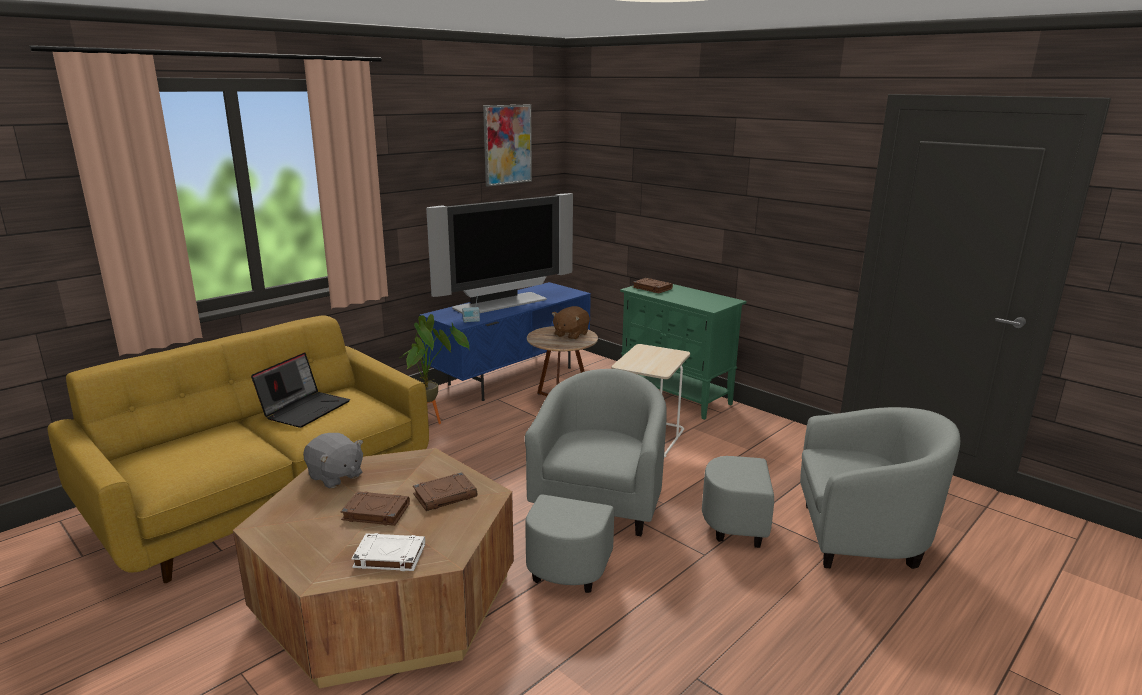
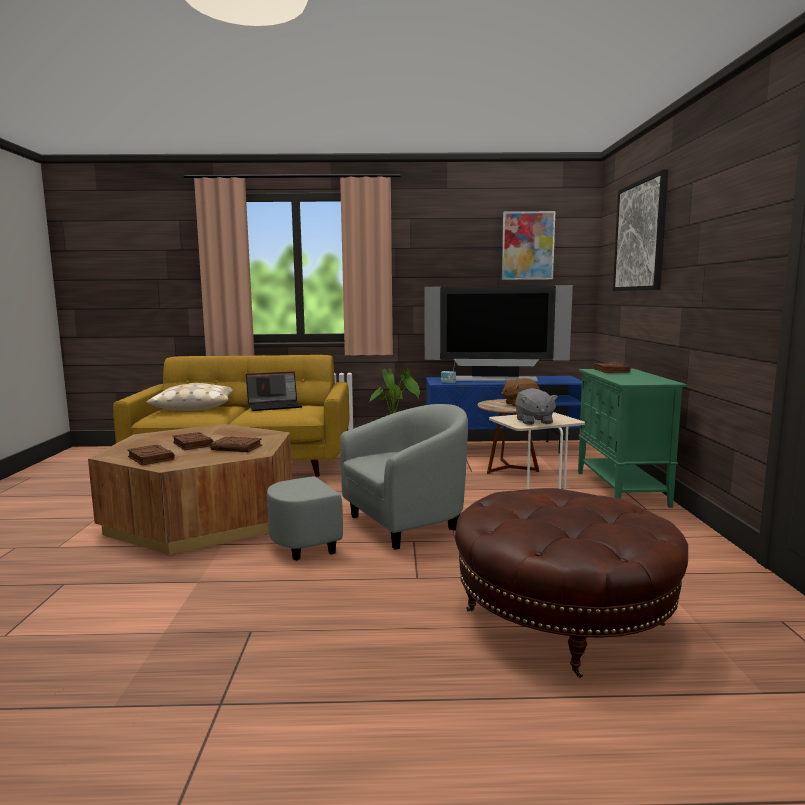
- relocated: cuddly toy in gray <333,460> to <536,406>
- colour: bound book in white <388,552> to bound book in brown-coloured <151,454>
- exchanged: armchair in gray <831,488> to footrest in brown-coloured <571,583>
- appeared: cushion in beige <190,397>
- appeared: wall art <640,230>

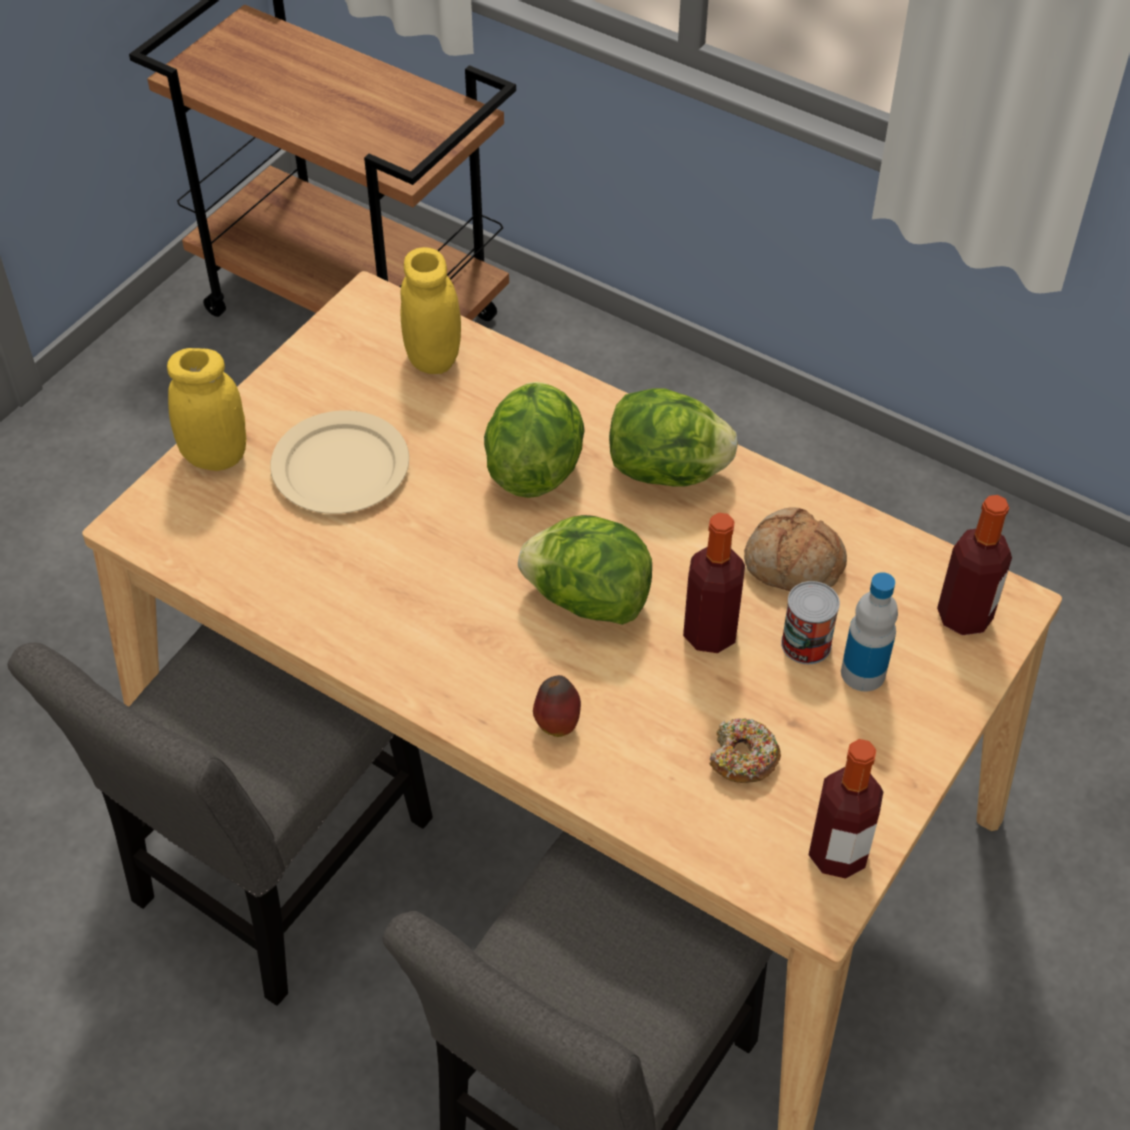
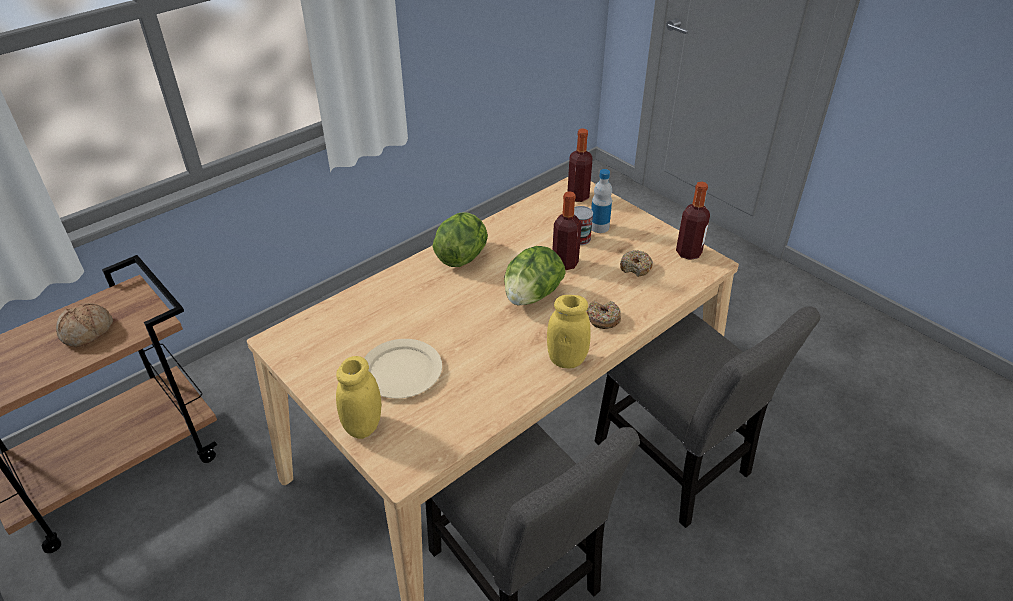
- relocated: preserve jar in yellowish <431,310> to <569,331>
- missing: head of lettuce <534,440>
- exchanged: apple <557,706> to doughnut <603,315>
- relocated: bakery bread <795,549> to <84,325>

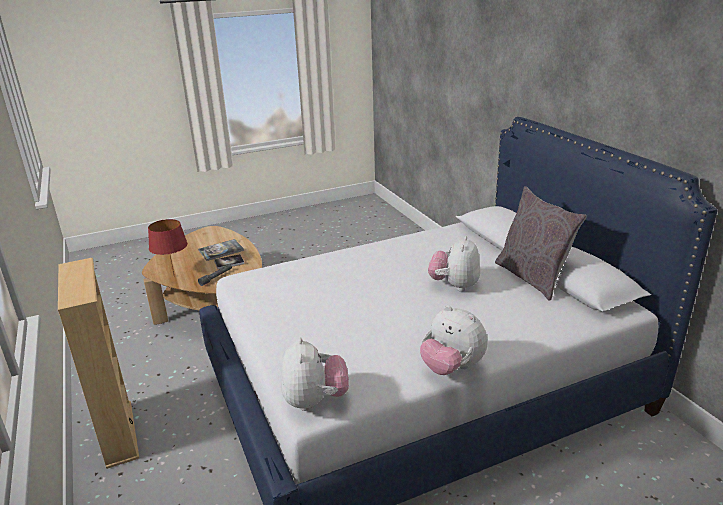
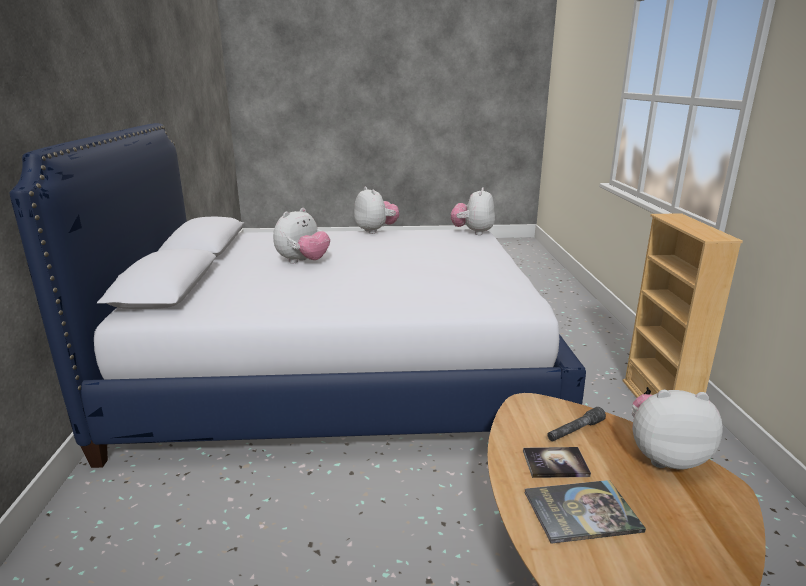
- exchanged: table lamp in reddish <168,246> to cuddly toy <677,430>
- missing: cushion in gray <541,243>

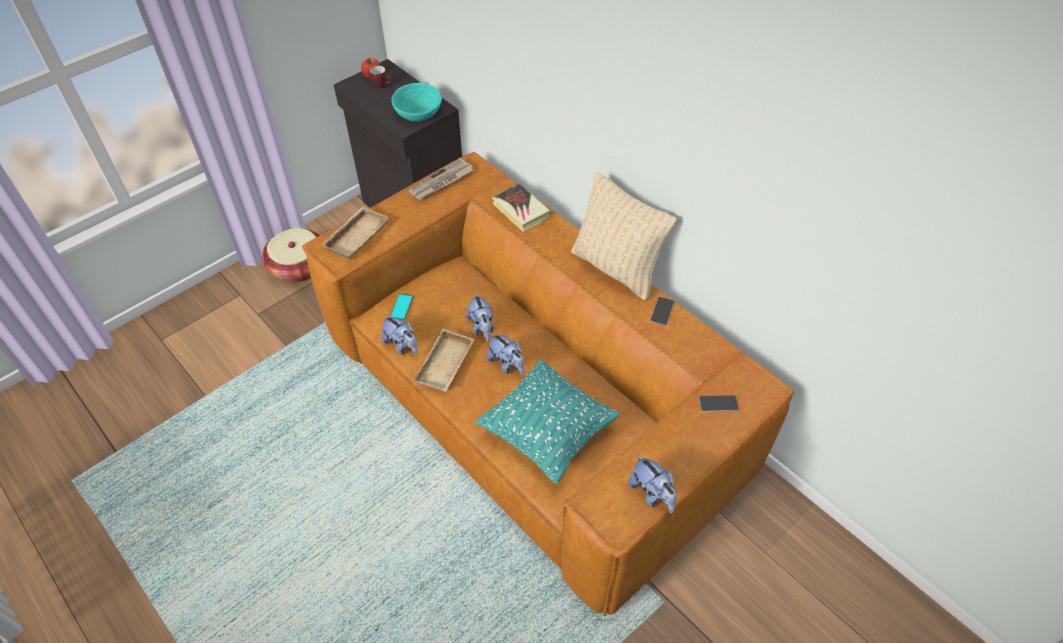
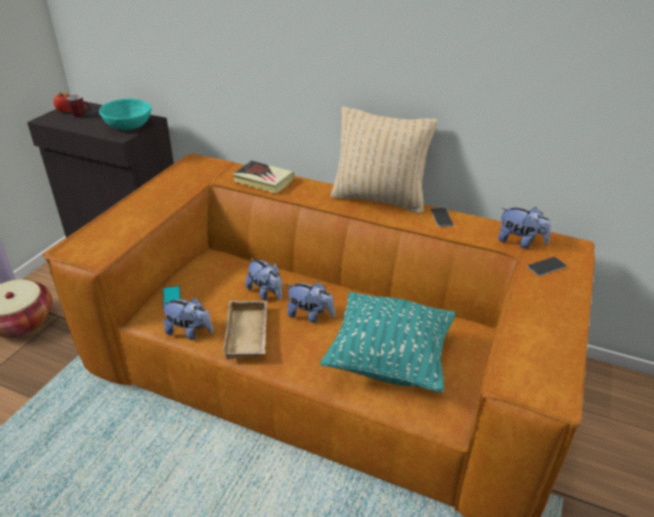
- missing: serving tray in beige <355,233>
- missing: newspaper <440,179>
- relocated: cuddly toy <652,483> to <524,228>

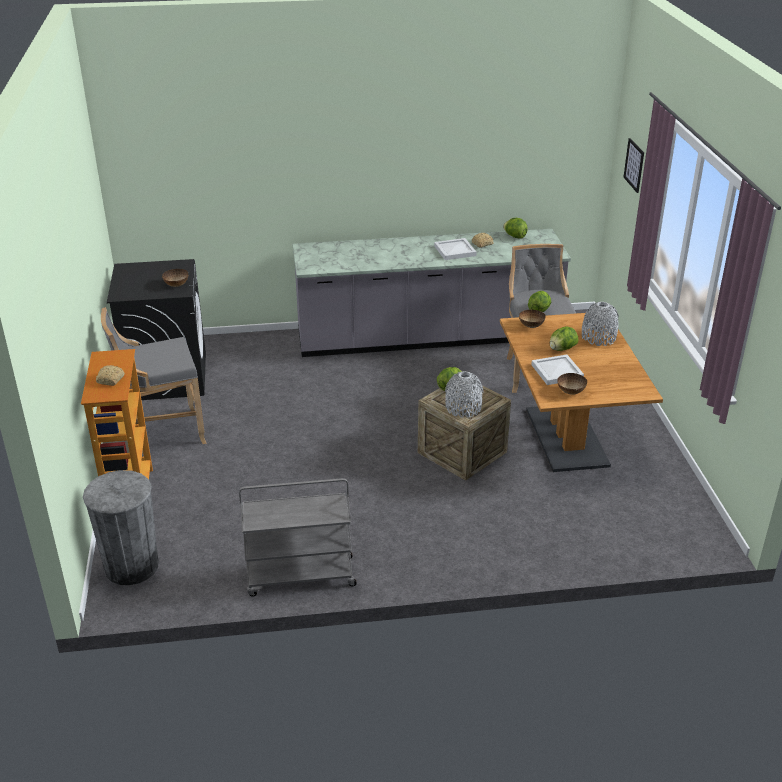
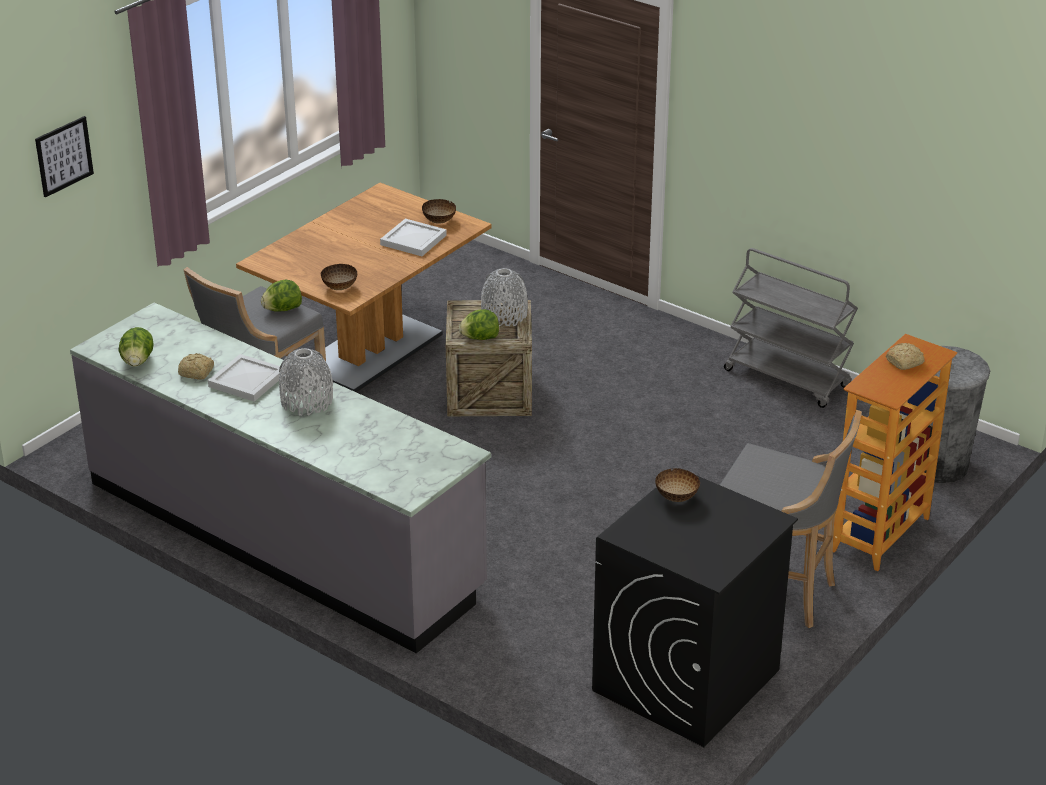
- missing: head of lettuce <564,339>
- relocated: vase in gray <600,324> to <306,381>

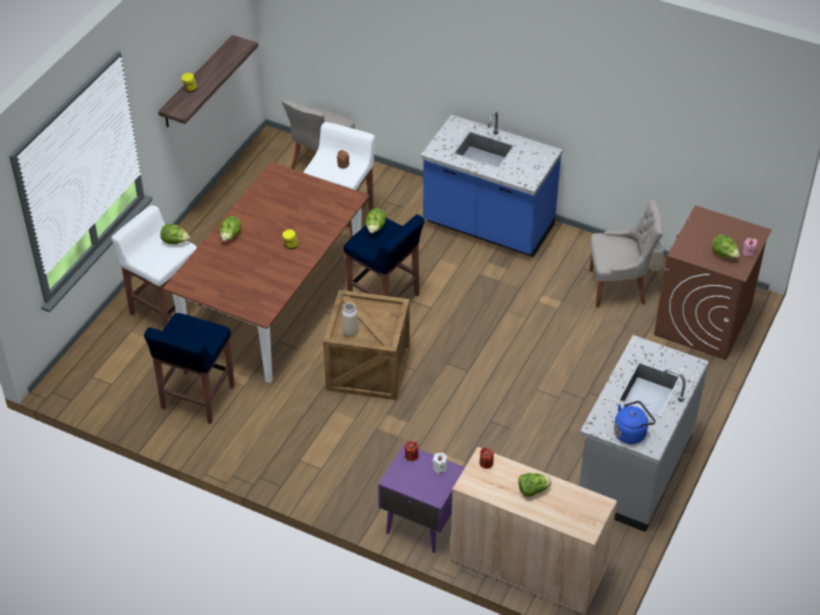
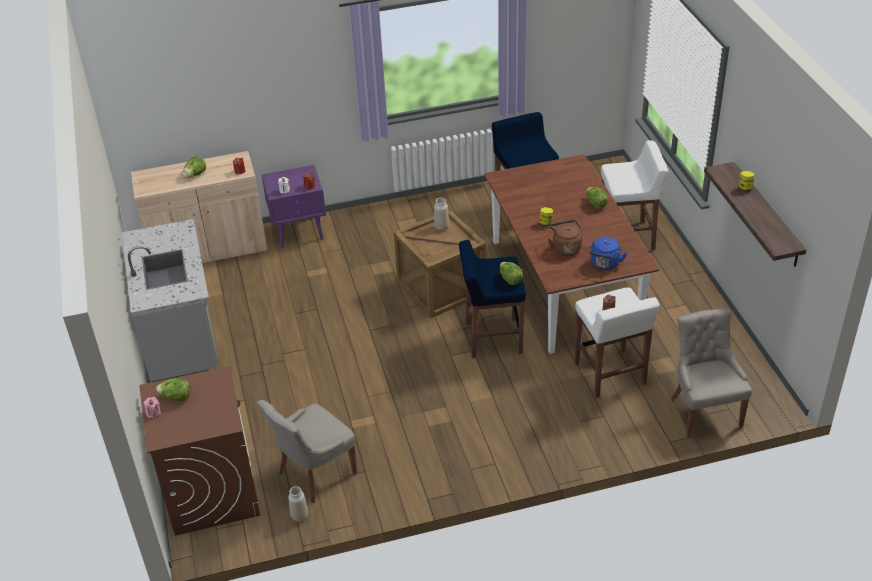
- missing: head of lettuce <175,234>
- missing: kitchen counter in blue-coloured <492,184>
- relocated: kettle in blue-coloured <635,422> to <608,253>
- appeared: kettle in brown-coloured <565,238>

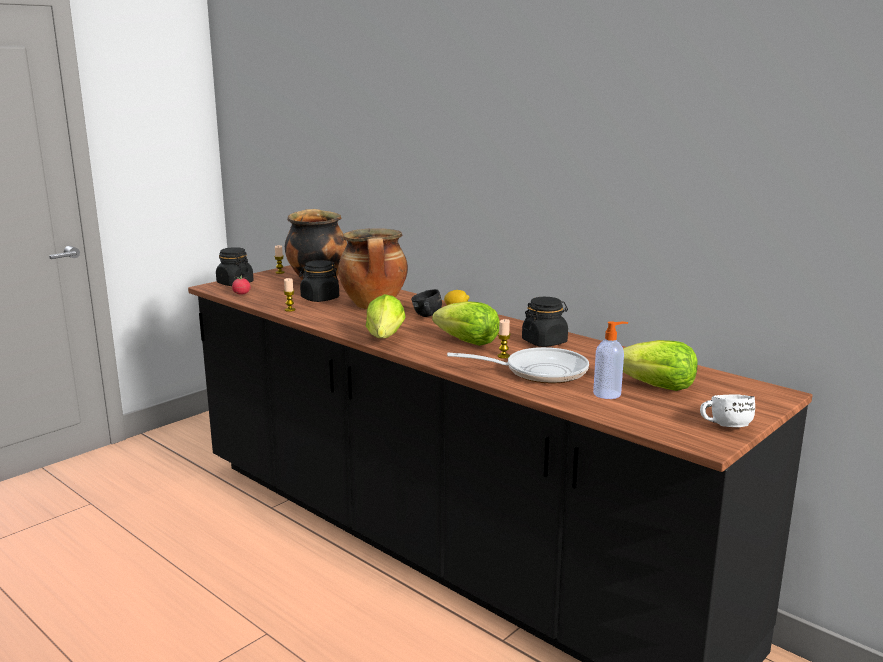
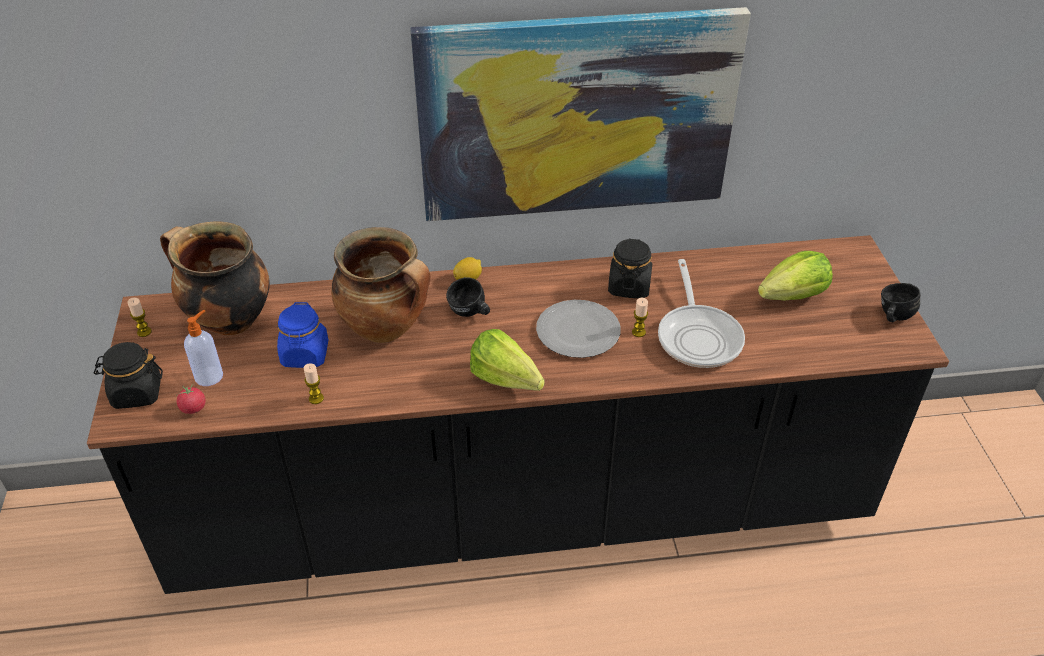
- colour: preserve jar in blackish <319,281> to preserve jar in blue-coloured <302,335>
- exchanged: head of lettuce <465,323> to dinner plate <578,329>
- spun: frying pan <518,365> = <701,313> 135 degrees clockwise
- relocated: liquid soap bottle <610,360> to <203,348>
- colour: mug in white <727,410> to mug in blackish <901,302>
- appeared: wall art <580,114>

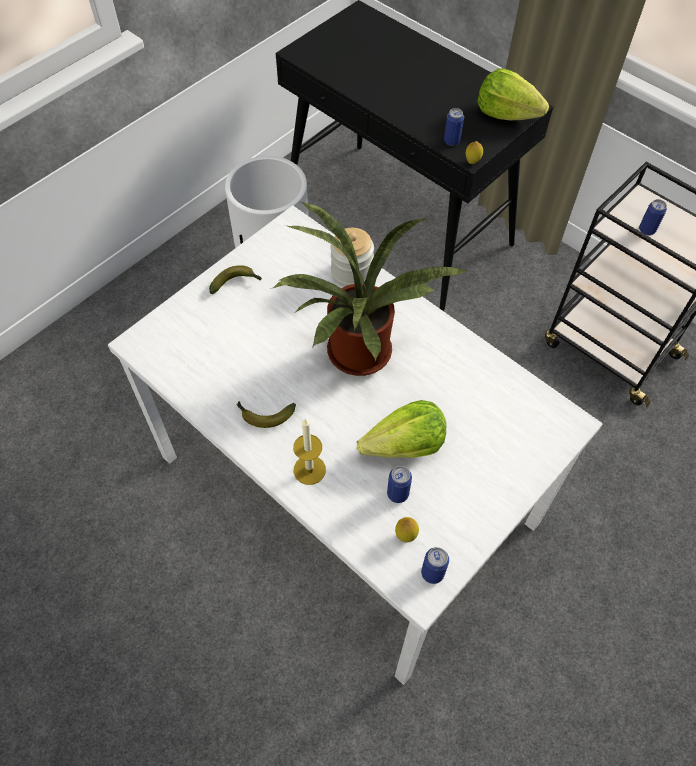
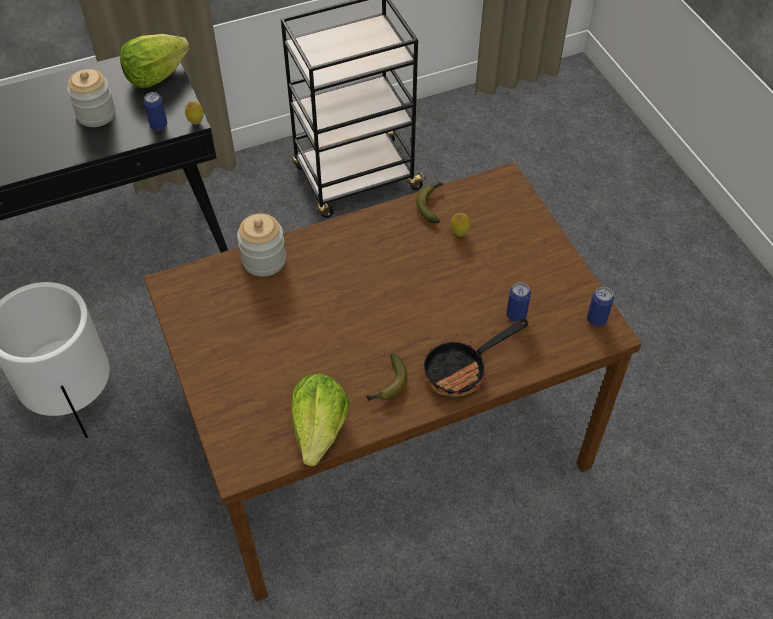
- colour: dining table in white <355,445> to dining table in brown-coloured <393,382>
- relocated: banana fruit <235,279> to <429,202>
- missing: houseplant <369,289>
- exchanged: wax candle <309,451> to frying pan <476,358>
- relocated: head of lettuce <401,429> to <320,420>
- relocated: citrus fruit <407,530> to <460,225>
- missing: sealed can <653,217>
- appeared: preserve jar <91,98>

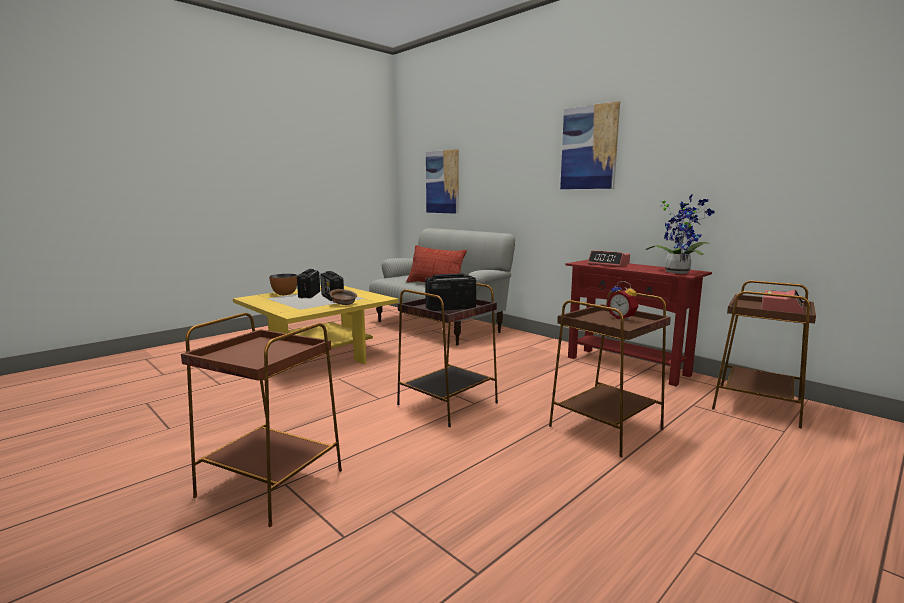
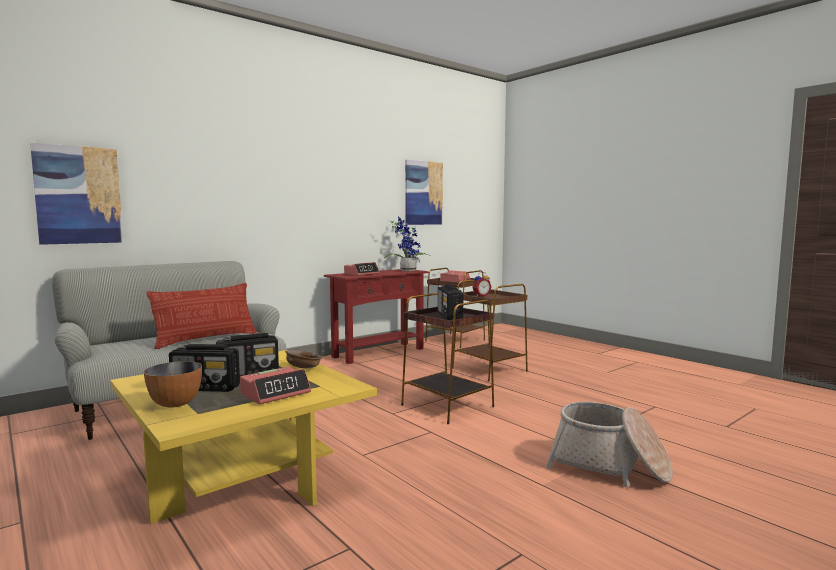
- exchanged: accent table in brown-coloured <261,420> to basket <609,444>
- relocated: wall art <590,145> to <424,192>
- appeared: bedside clock <275,385>

